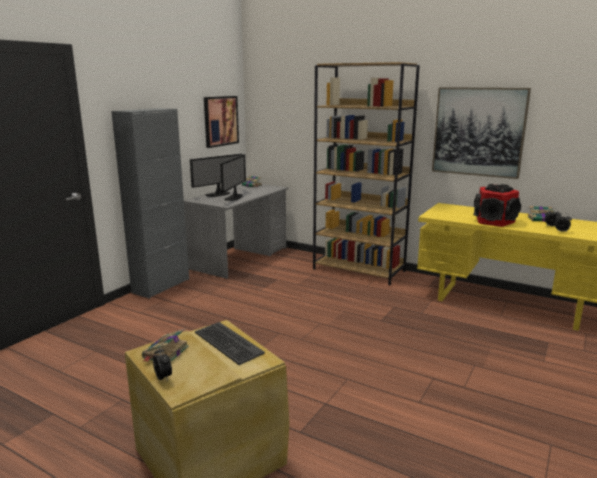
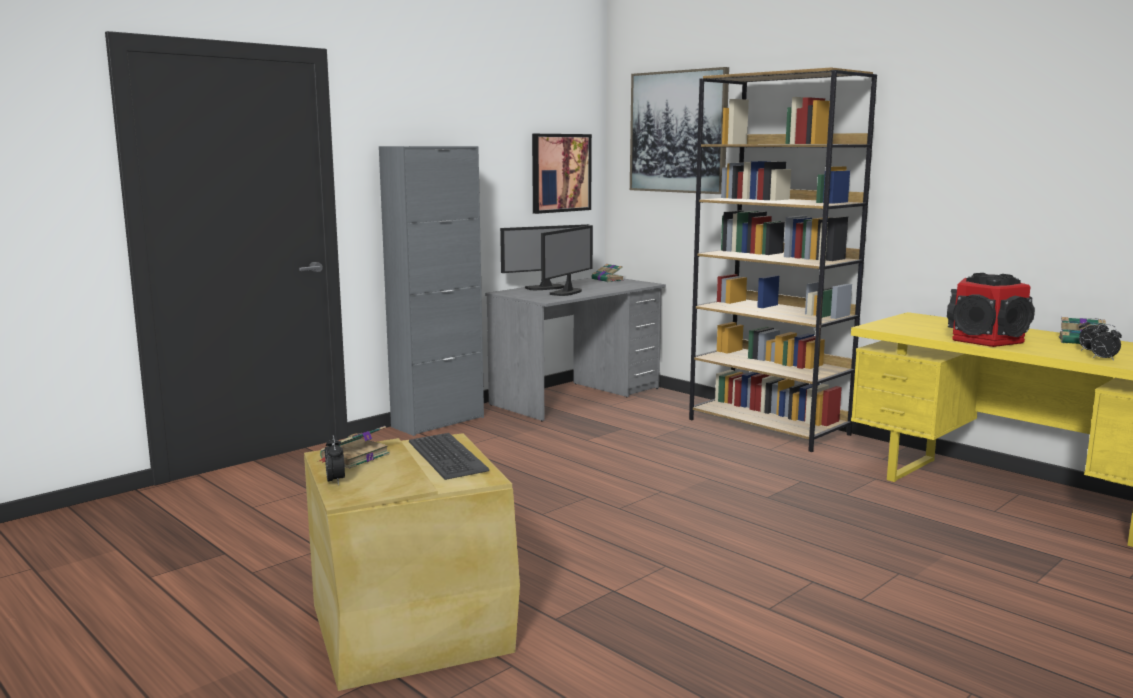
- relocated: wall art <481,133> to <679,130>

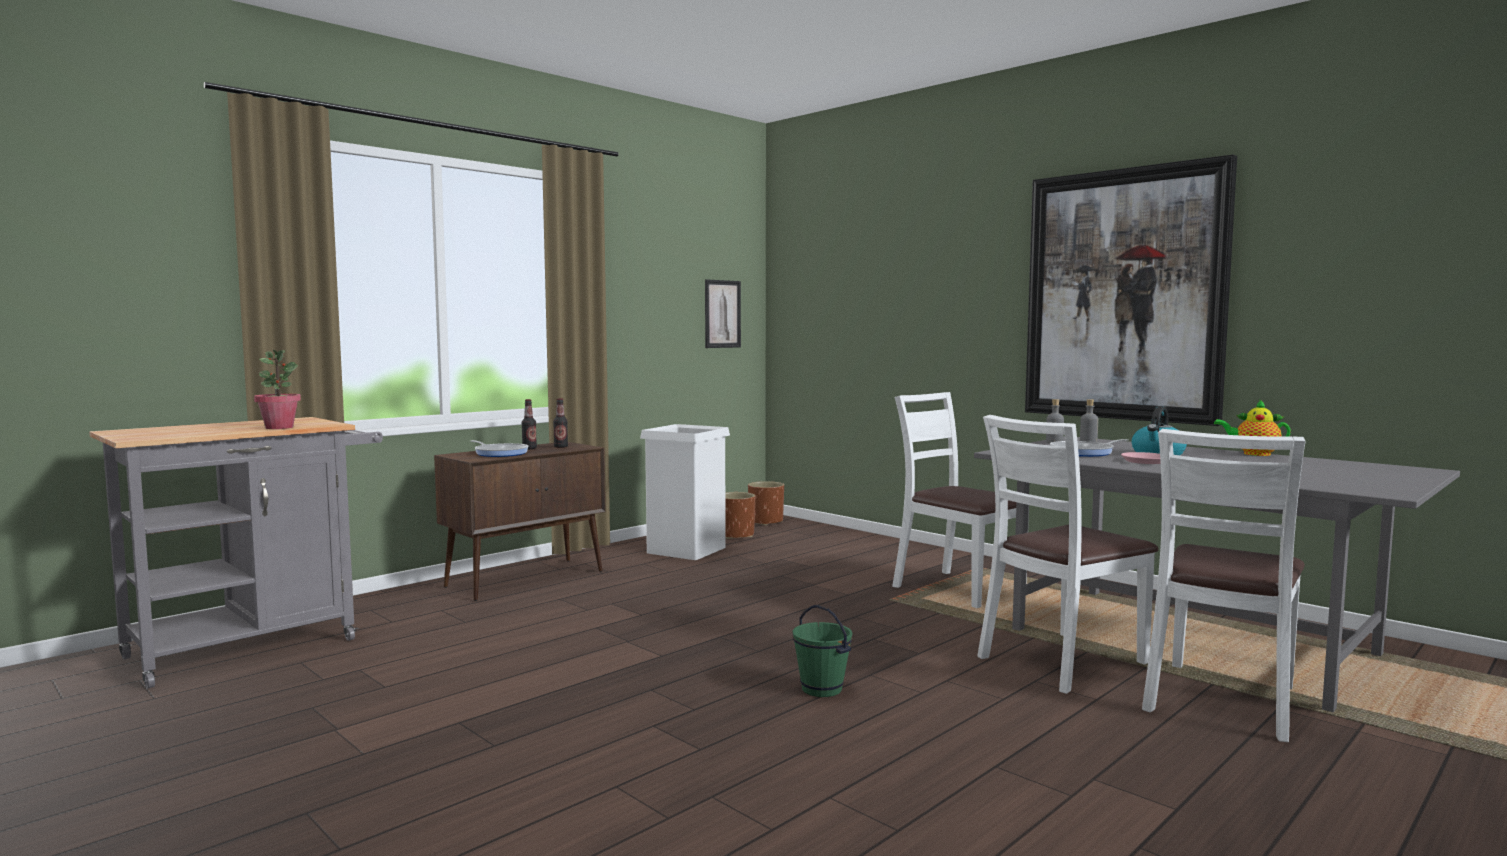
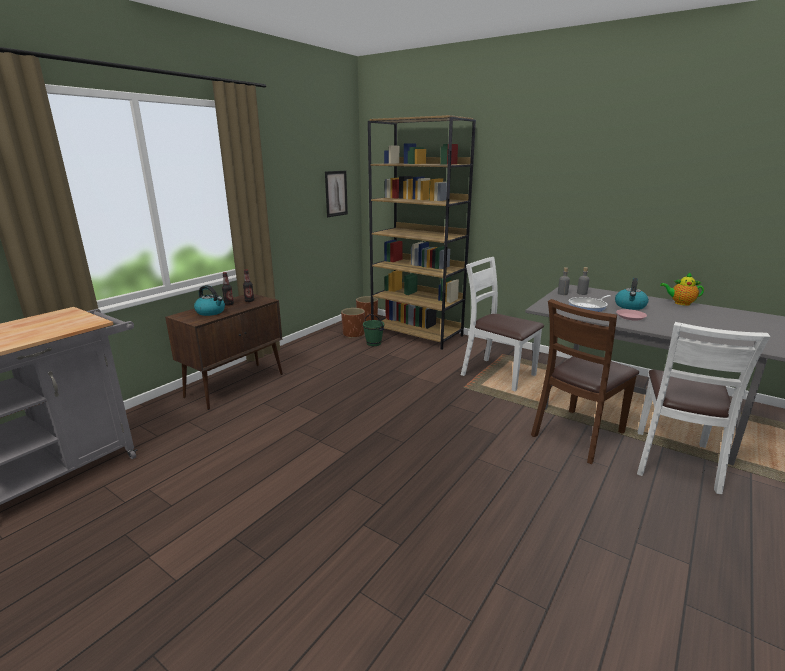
- missing: houseplant <277,389>
- exchanged: frying pan <499,448> to kettle <209,300>
- missing: rubbish bin in white <685,492>
- relocated: water bucket in green-coloured <823,651> to <373,330>
- colour: upright chair in white <1067,554> to upright chair in brown-coloured <585,381>
- missing: wall art <1131,290>
- appeared: shelving unit in brown-coloured <422,232>

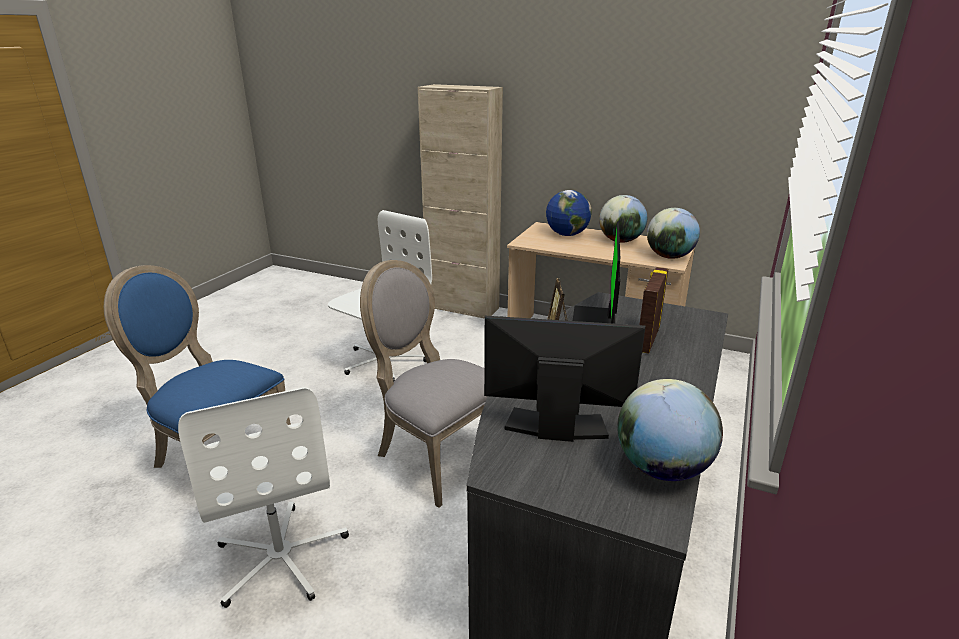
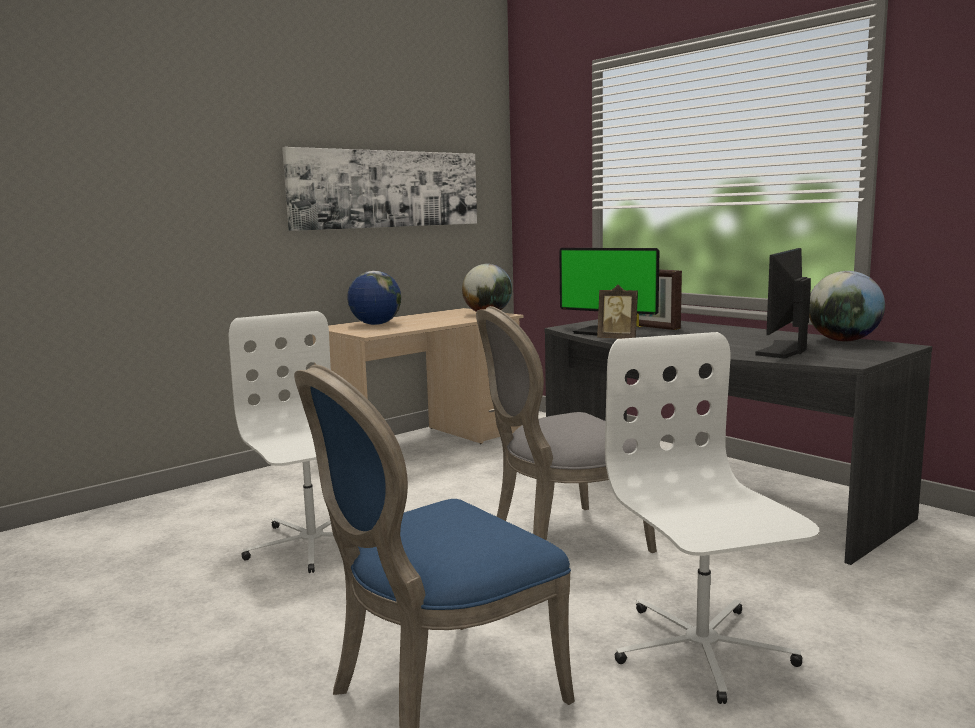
- spun: desk chair in white <263,497> = <712,518> 105 degrees counterclockwise
- missing: cabinet in beige <460,201>
- missing: desk globe <623,219>
- appeared: wall art <379,189>

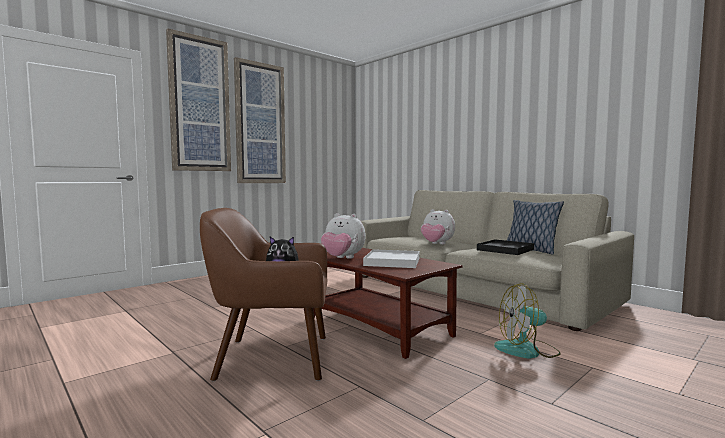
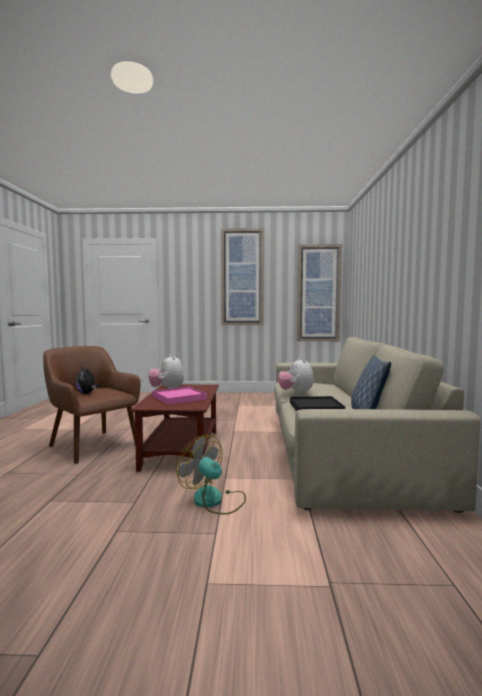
- relocated: wall art <198,99> to <319,292>
- colour: serving tray in white <391,258> to serving tray in pink <180,396>

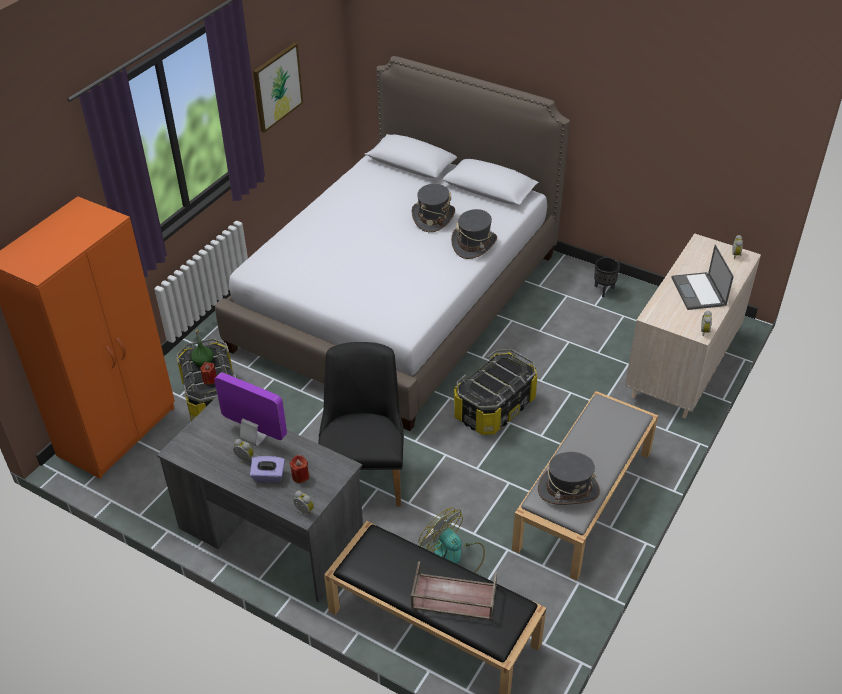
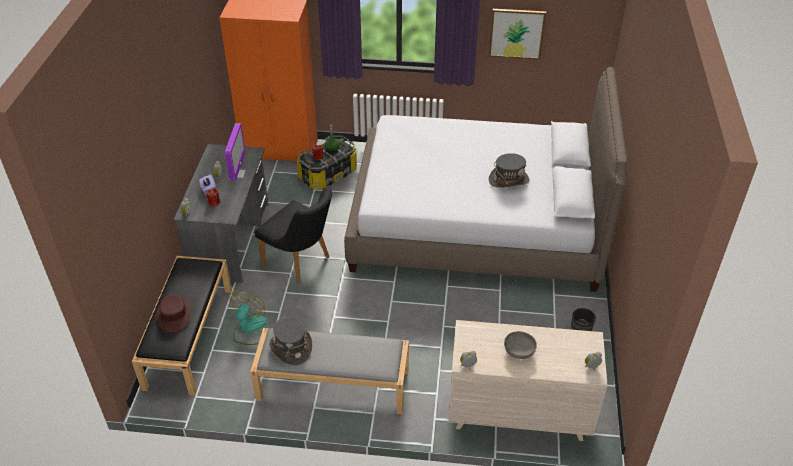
- spun: upright chair in blackish <361,424> = <293,235> 60 degrees clockwise
- exchanged: serving tray in brown-coloured <454,590> to wearable hat in brown-coloured <173,313>
- missing: wearable hat in gray <474,234>
- missing: storage container <495,392>
- exchanged: notebook computer <702,277> to deep dish in gray <520,345>

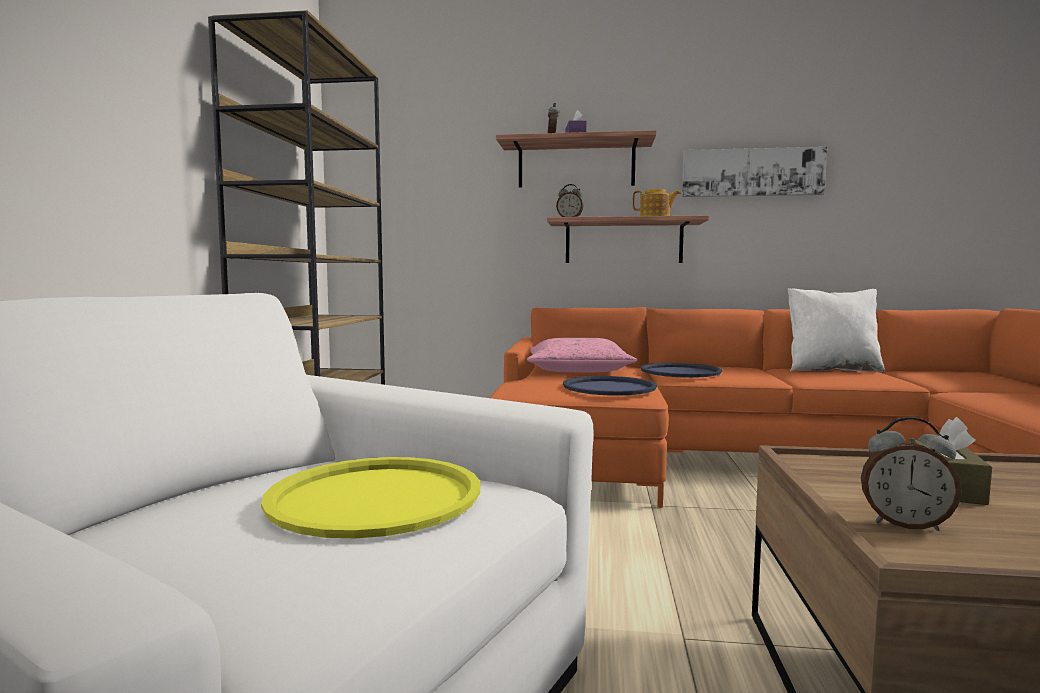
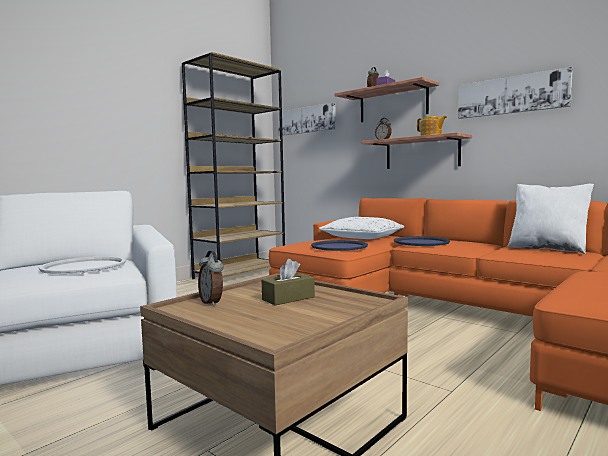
- colour: serving tray in yellowish <370,497> to serving tray in white <82,265>
- colour: cushion in pink <582,355> to cushion in white <361,228>
- appeared: wall art <307,119>

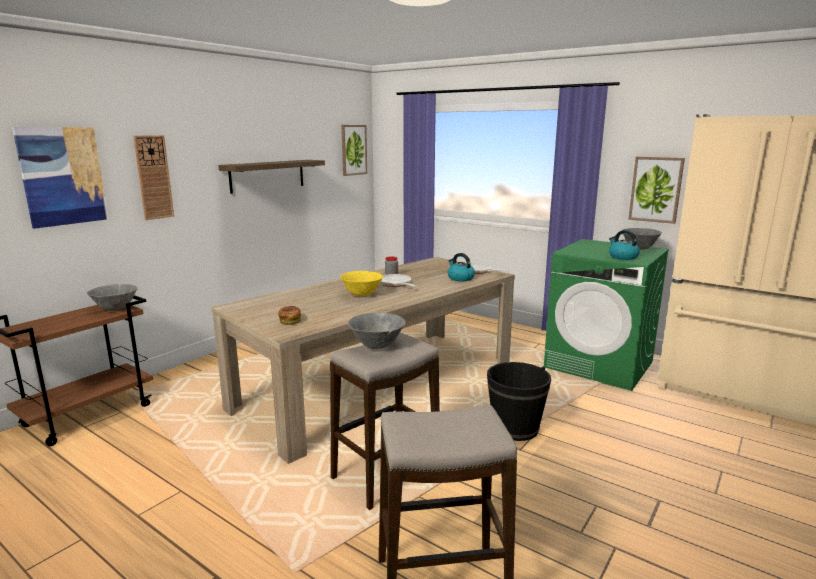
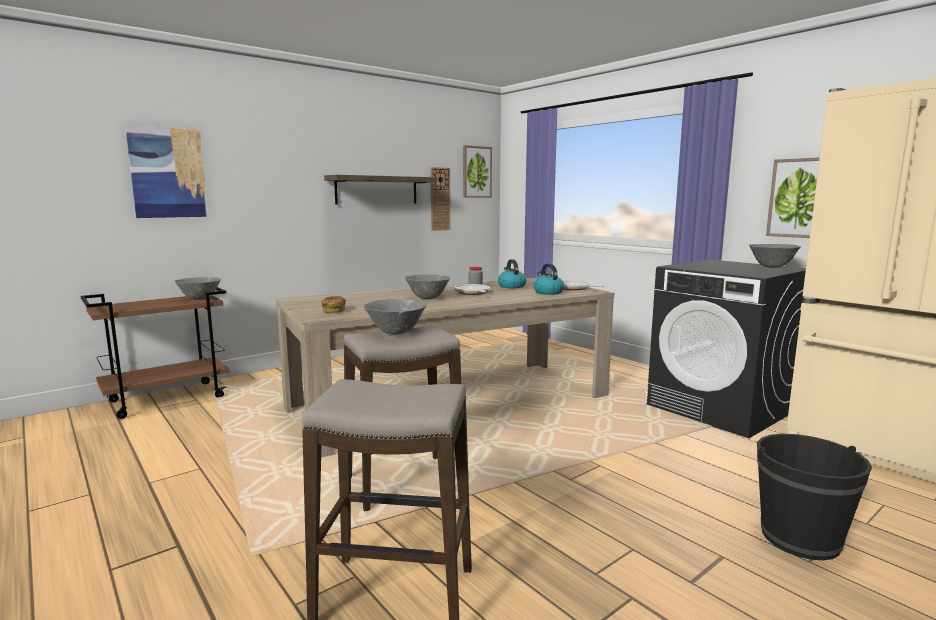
- relocated: hanging clock <153,177> to <440,199>
- colour: deep dish in yellowish <361,283> to deep dish in gray <427,286>
- relocated: water bucket in blackish <519,401> to <814,497>
- colour: laundry machine in green-coloured <606,315> to laundry machine in blackish <726,348>
- relocated: kettle <624,245> to <512,273>

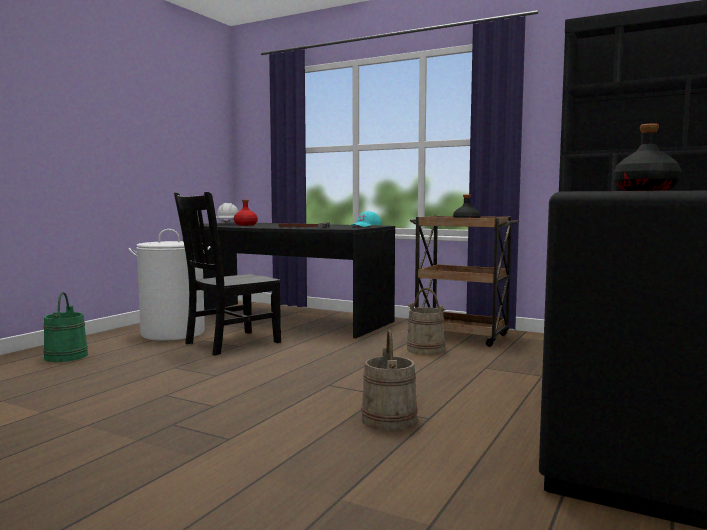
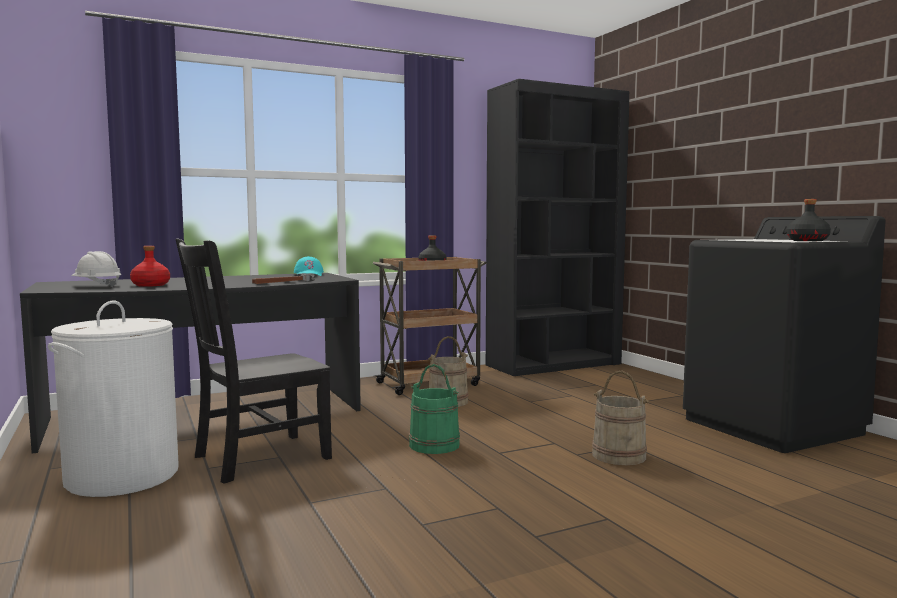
- relocated: water bucket in green-coloured <65,327> to <434,409>
- spun: upright chair in blackish <227,273> = <254,361> 60 degrees clockwise

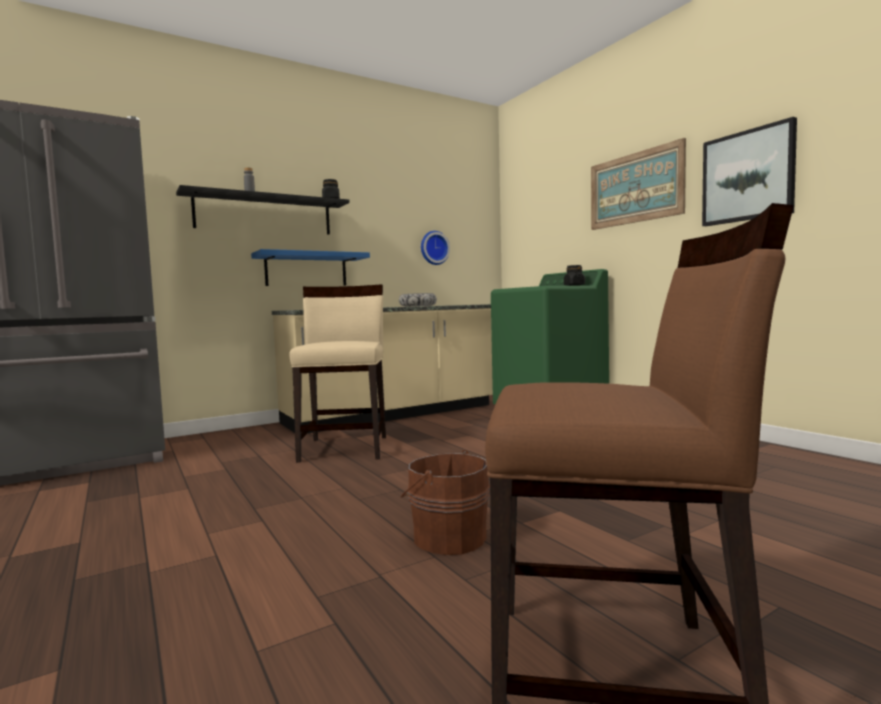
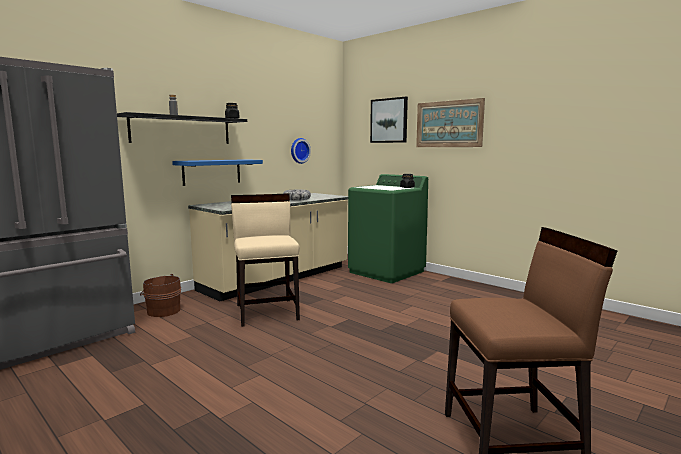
- relocated: water bucket in brown-coloured <445,502> to <160,295>
- relocated: wall art <749,171> to <389,120>

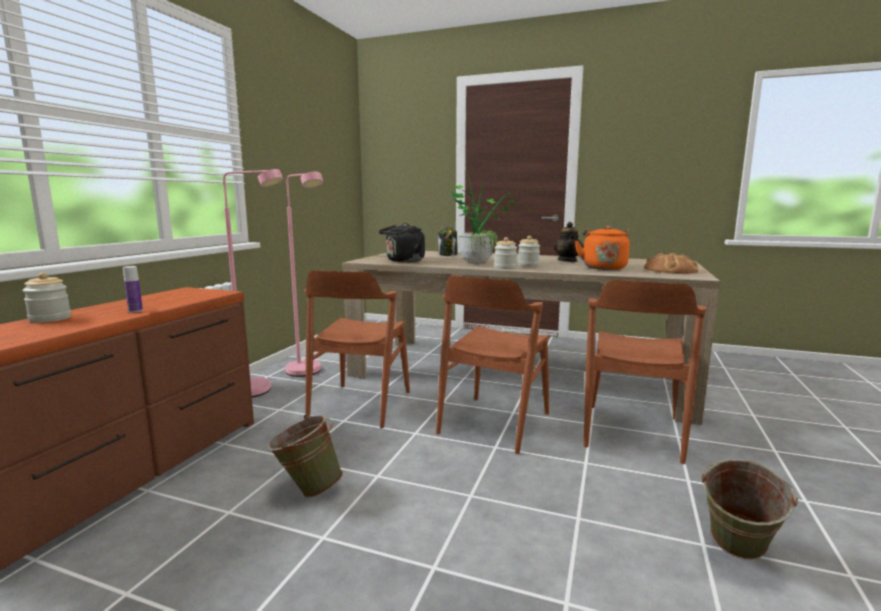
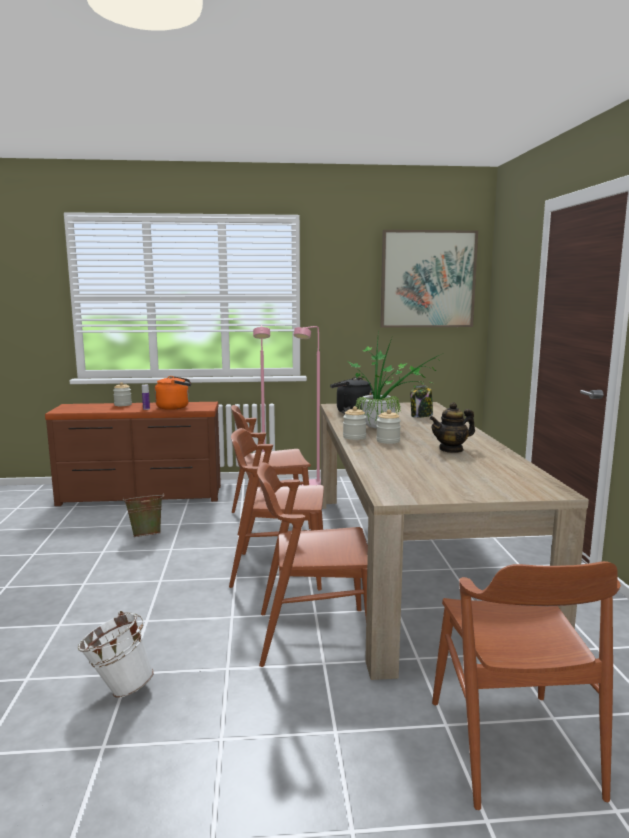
- relocated: kettle in orange-coloured <602,248> to <173,393>
- missing: bakery bread <671,263>
- colour: water bucket in green-coloured <749,509> to water bucket in white <116,654>
- appeared: wall art <429,279>
- appeared: upright chair in brown-coloured <526,685>

